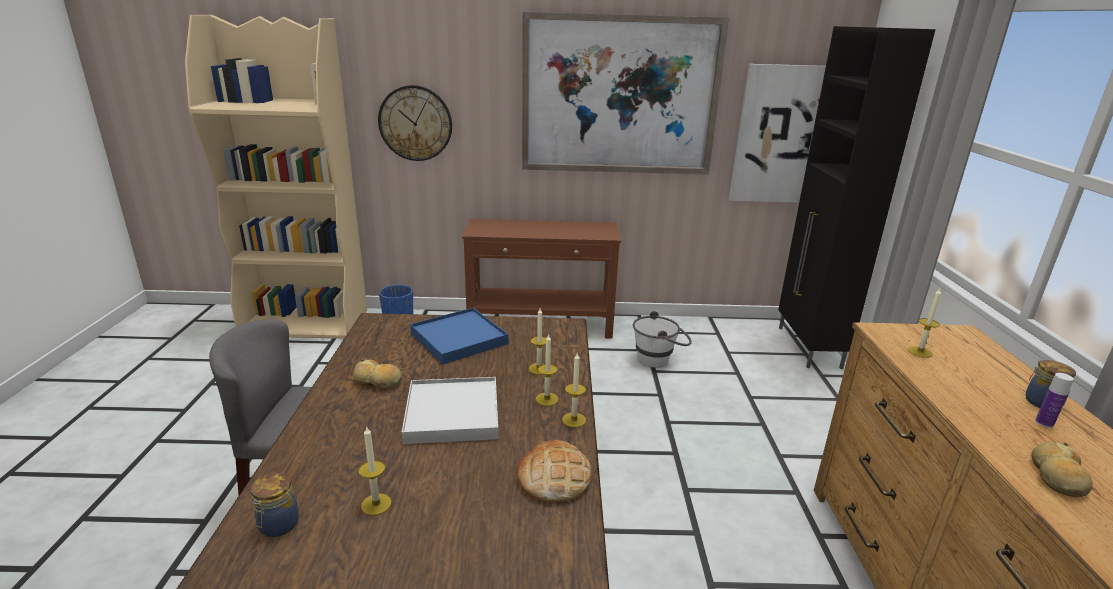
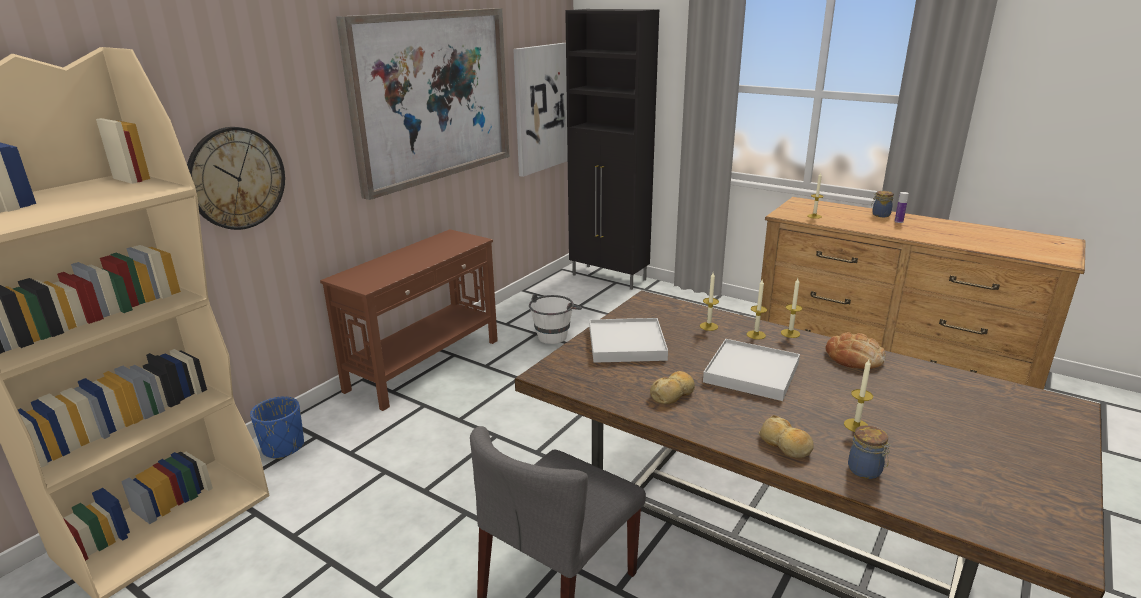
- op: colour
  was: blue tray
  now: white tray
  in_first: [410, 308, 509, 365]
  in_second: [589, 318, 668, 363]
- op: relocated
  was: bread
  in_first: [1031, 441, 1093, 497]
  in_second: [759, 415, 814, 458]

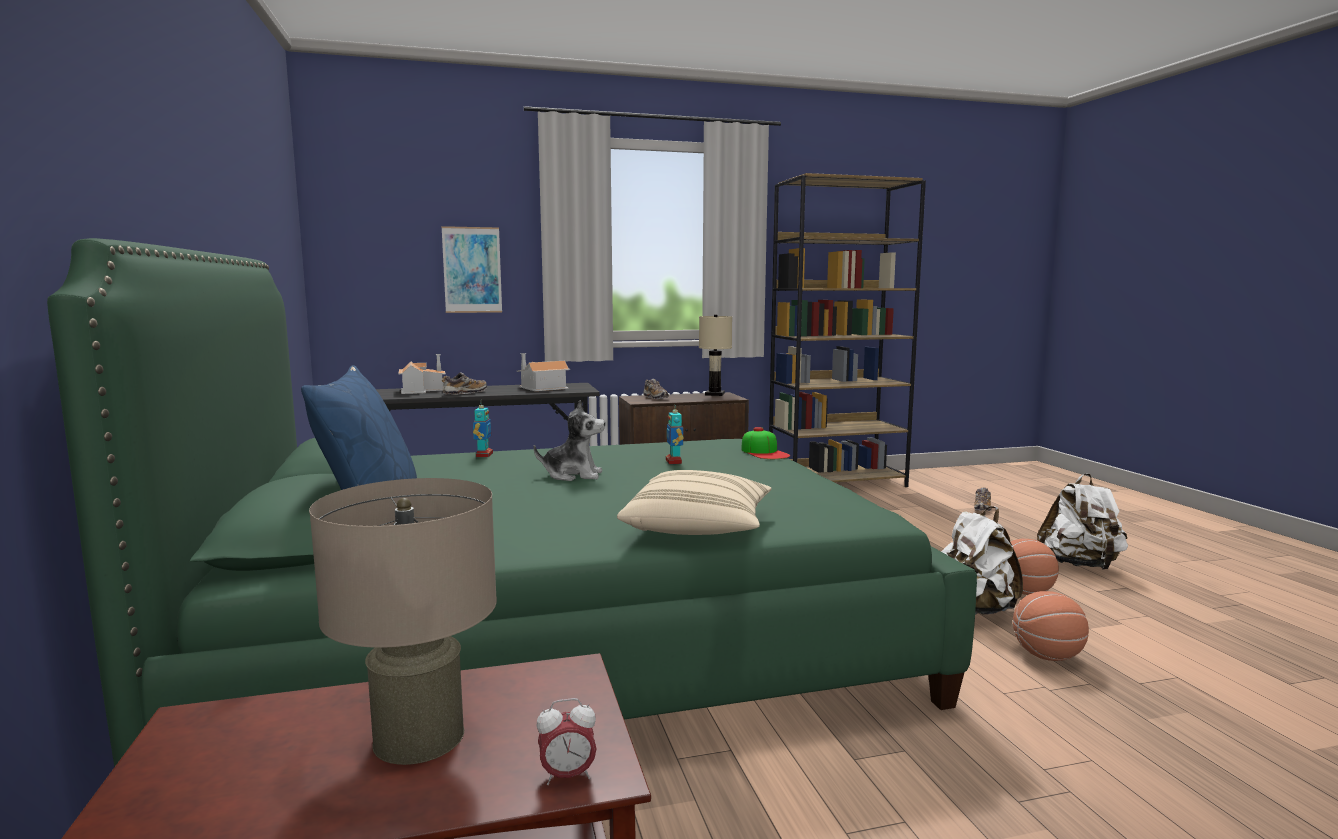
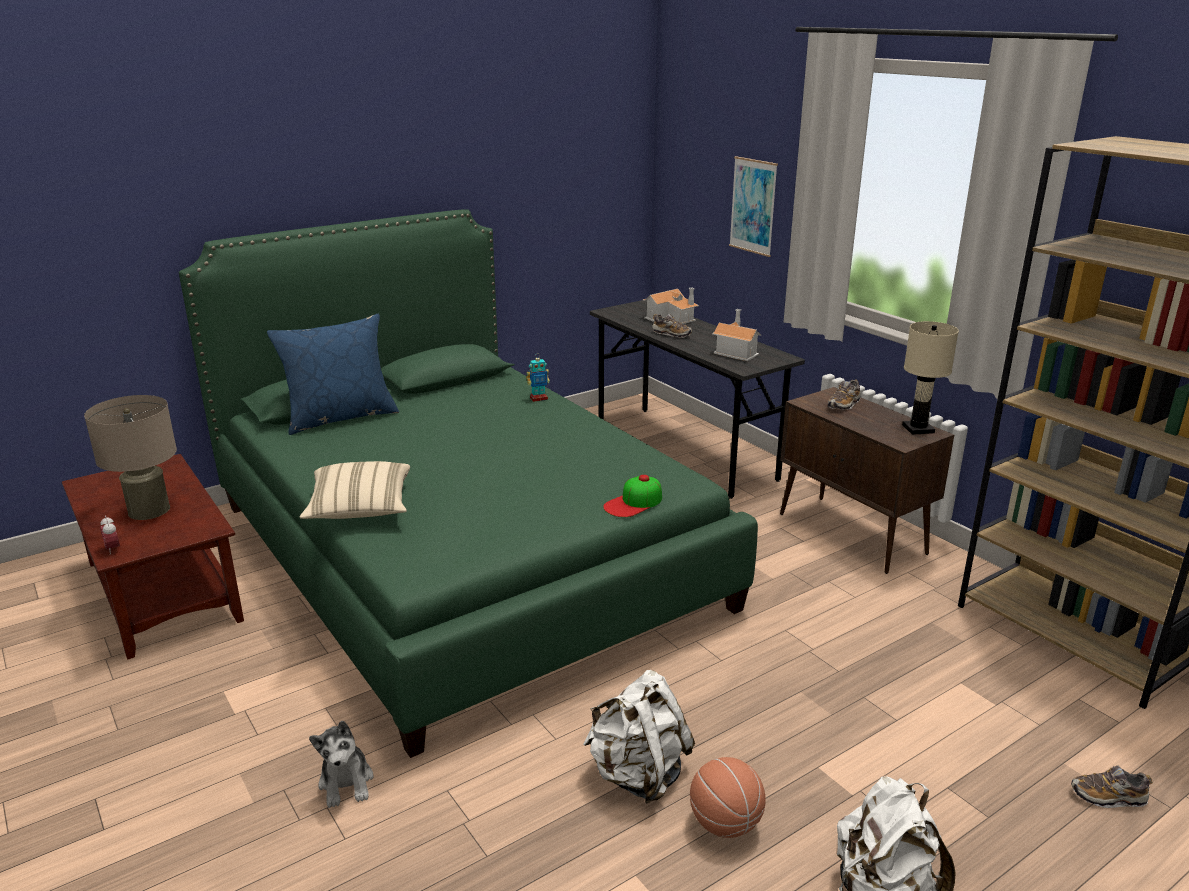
- op: relocated
  was: plush toy
  in_first: [534, 400, 605, 481]
  in_second: [309, 721, 374, 808]
- op: missing
  was: toy robot
  in_first: [666, 405, 684, 464]
- op: missing
  was: basketball
  in_first: [1013, 591, 1089, 661]

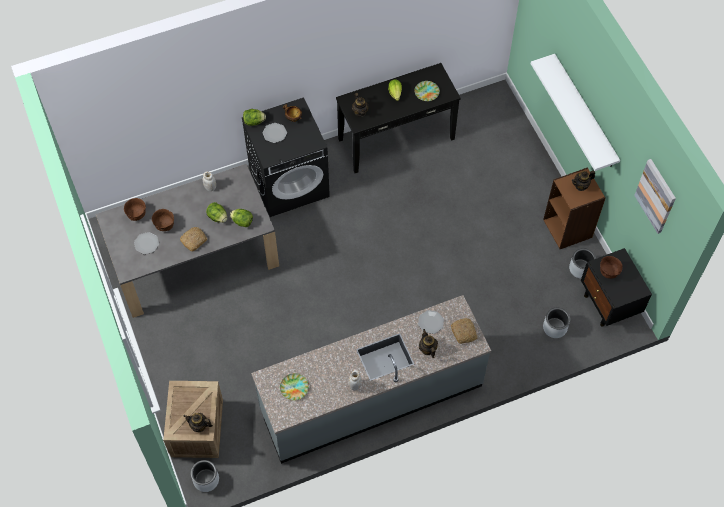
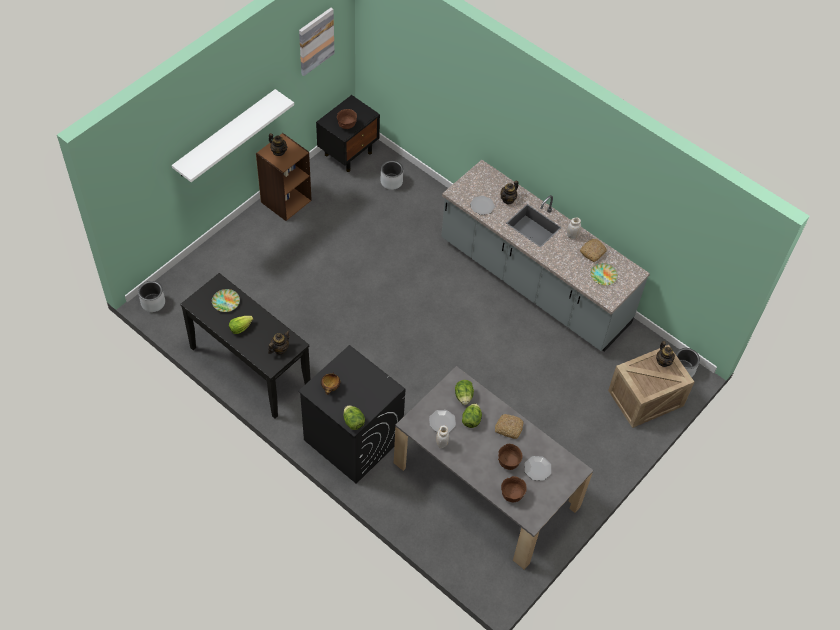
- op: relocated
  was: plate
  in_first: [263, 123, 287, 143]
  in_second: [429, 410, 456, 432]
- op: relocated
  was: grey planter
  in_first: [569, 248, 596, 279]
  in_second: [138, 281, 165, 312]
- op: relocated
  was: bread
  in_first: [451, 318, 478, 344]
  in_second: [580, 239, 607, 262]

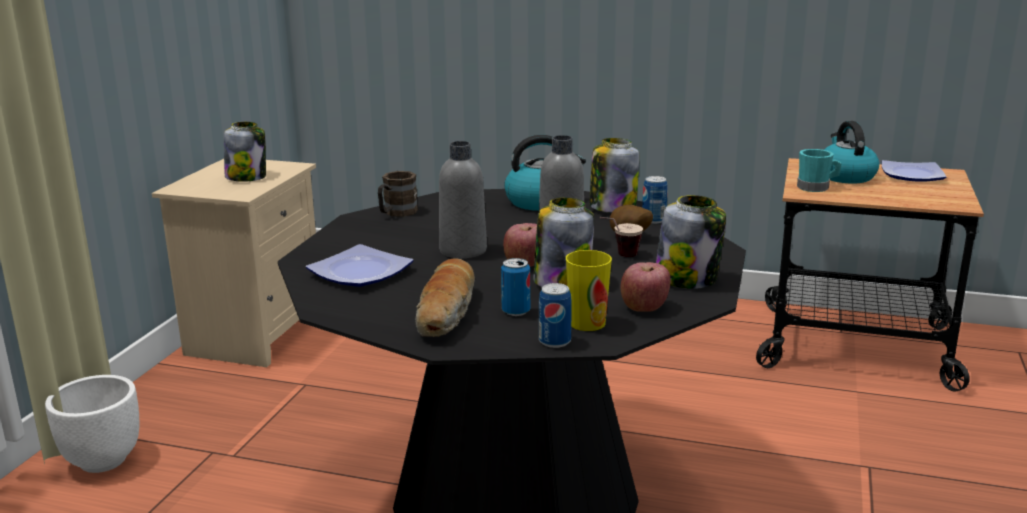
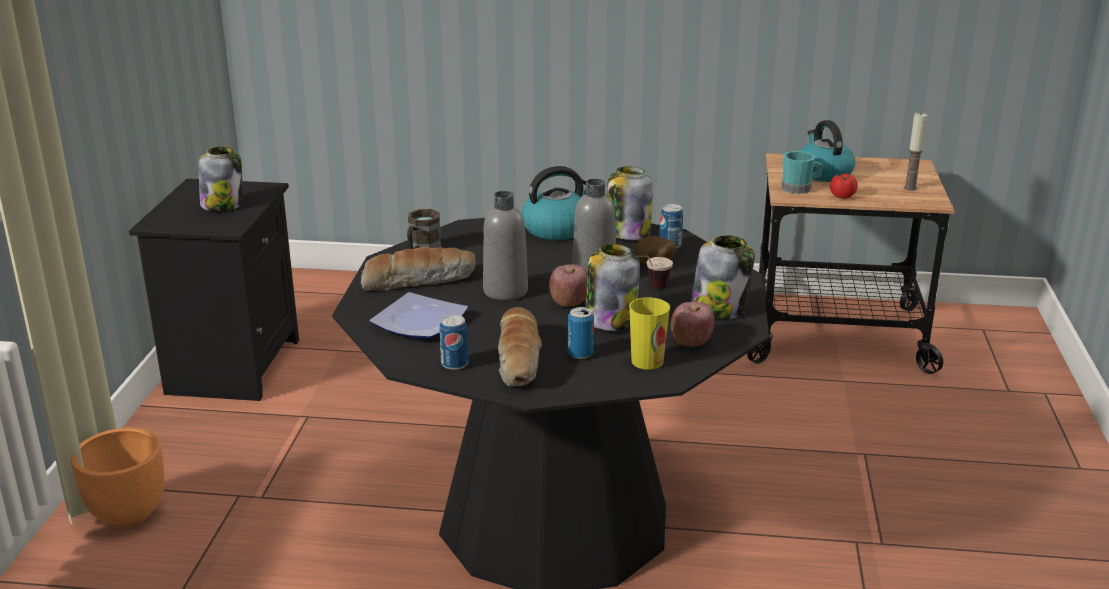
- op: colour
  was: beige nightstand
  now: black nightstand
  in_first: [152, 159, 316, 367]
  in_second: [129, 179, 299, 401]
- op: missing
  was: plate
  in_first: [882, 160, 946, 182]
- op: relocated
  was: can
  in_first: [539, 283, 572, 348]
  in_second: [440, 315, 469, 370]
- op: colour
  was: white planter
  now: orange planter
  in_first: [45, 375, 140, 473]
  in_second: [71, 428, 165, 528]
- op: appeared
  now: candle
  in_second: [904, 112, 927, 191]
- op: appeared
  now: tomato
  in_second: [830, 173, 858, 199]
- op: appeared
  now: bread
  in_second: [361, 247, 476, 291]

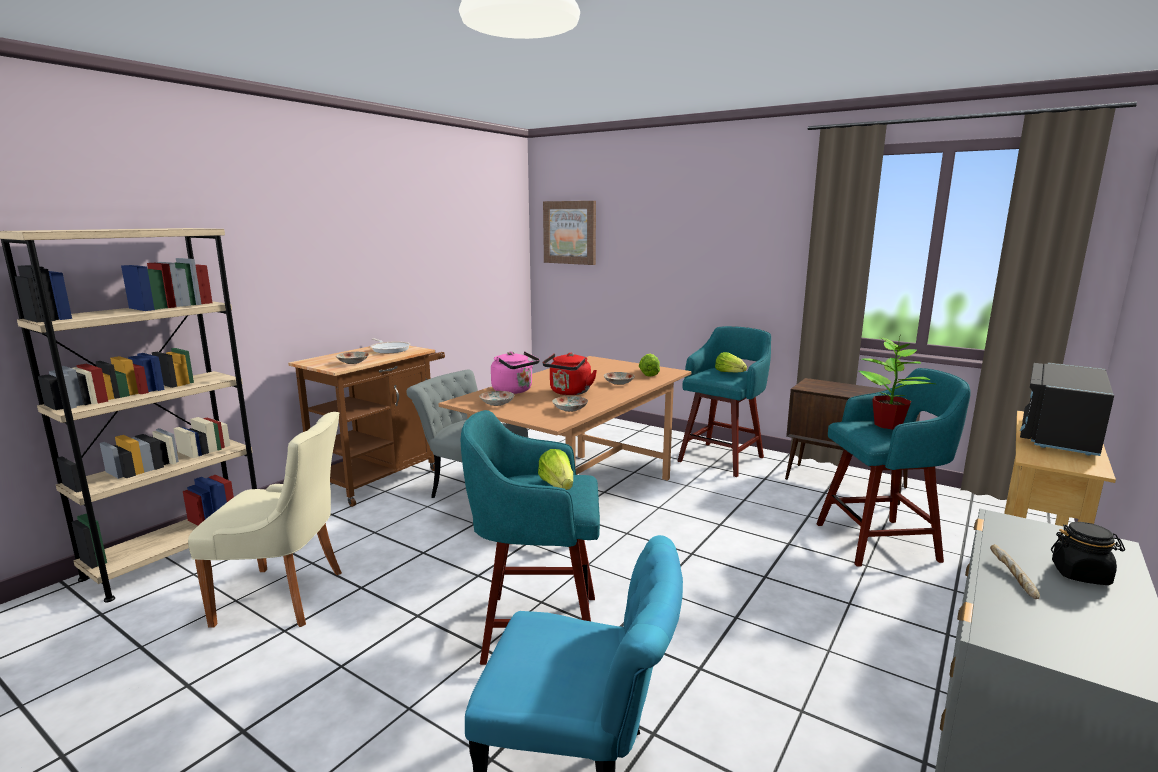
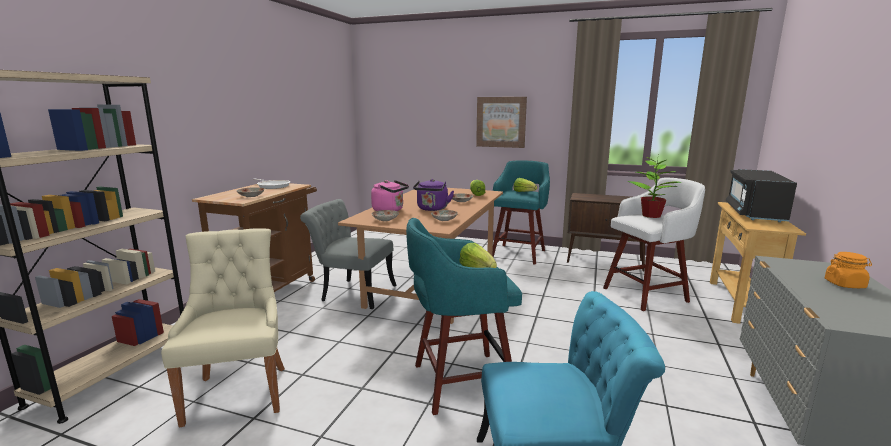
- op: relocated
  was: picture
  in_first: [543, 201, 596, 265]
  in_second: [476, 97, 527, 148]
- op: colour
  was: red kettle
  now: purple kettle
  in_first: [543, 353, 597, 395]
  in_second: [413, 179, 454, 211]
- op: colour
  was: turquoise stool
  now: white stool
  in_first: [816, 368, 971, 567]
  in_second: [603, 178, 705, 311]
- op: spun
  was: beige chair
  in_first: [188, 412, 342, 628]
  in_second: [161, 228, 285, 427]
  clockwise: -90
- op: colour
  was: black jar
  now: orange jar
  in_first: [1051, 522, 1125, 585]
  in_second: [825, 252, 872, 288]
- op: missing
  was: bread
  in_first: [990, 544, 1040, 599]

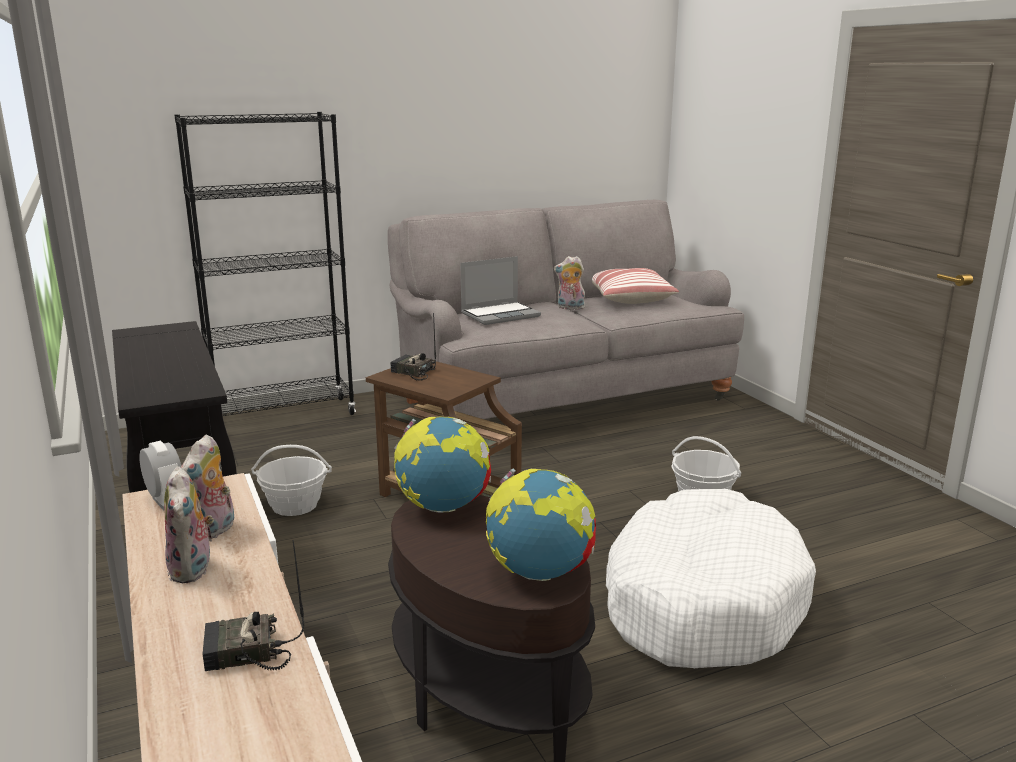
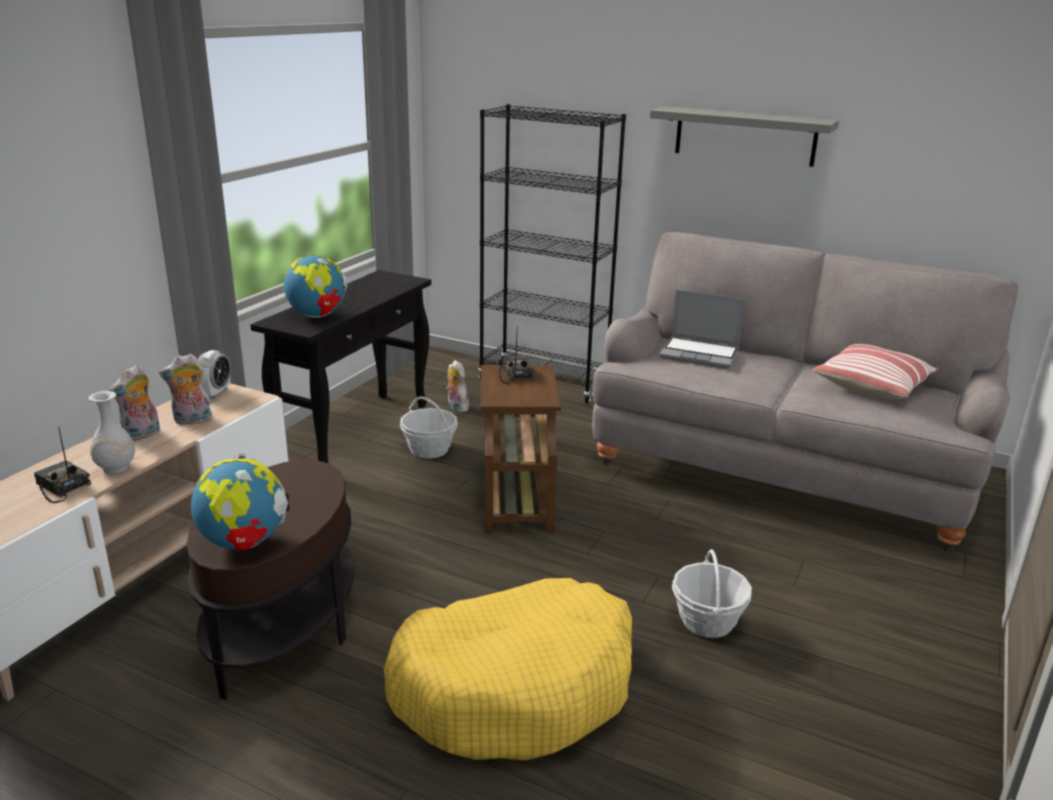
- op: relocated
  was: plush toy
  in_first: [554, 256, 586, 311]
  in_second: [446, 360, 469, 412]
- op: relocated
  was: globe
  in_first: [394, 416, 491, 513]
  in_second: [284, 254, 348, 318]
- op: colour
  was: white dog bed
  now: yellow dog bed
  in_first: [606, 489, 816, 668]
  in_second: [384, 578, 632, 760]
- op: appeared
  now: grey shelf
  in_second: [650, 106, 839, 167]
- op: appeared
  now: white vase
  in_second: [88, 391, 135, 474]

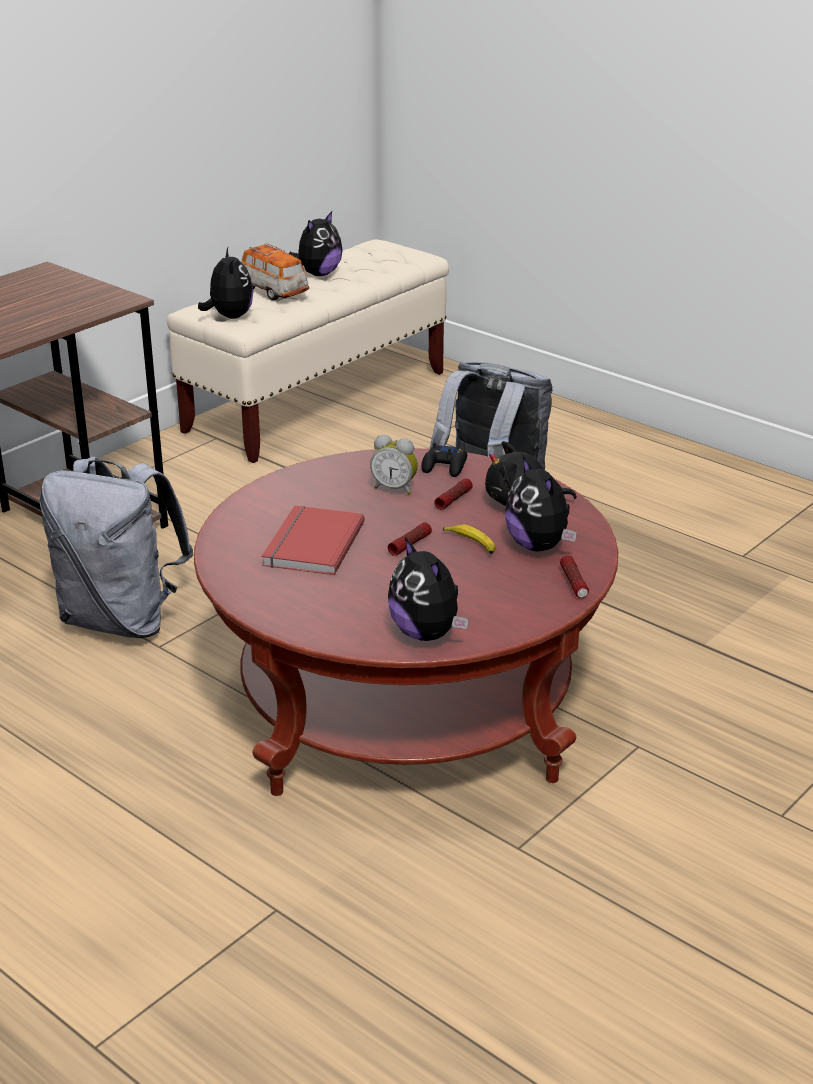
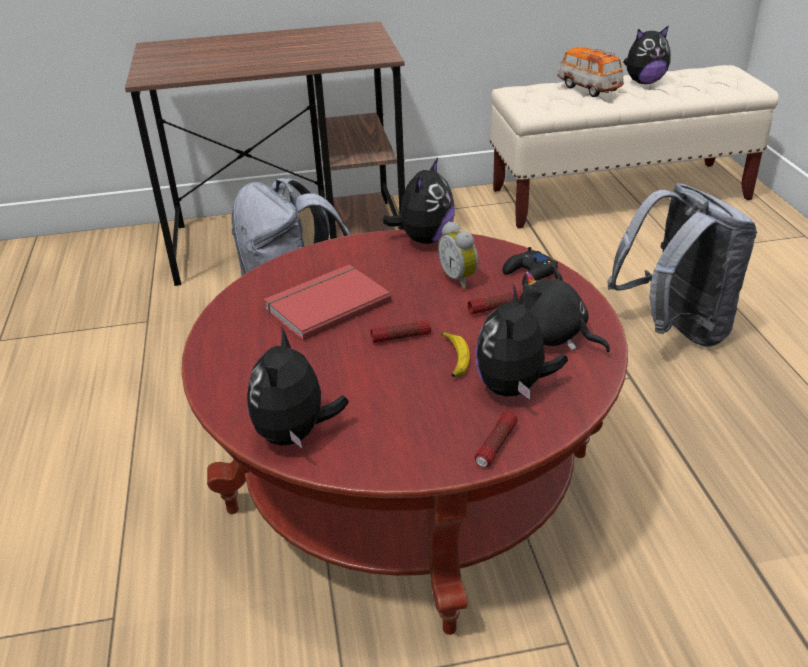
- op: spun
  was: toy car
  in_first: [241, 243, 309, 301]
  in_second: [558, 47, 624, 97]
  clockwise: 150
- op: relocated
  was: plush toy
  in_first: [198, 248, 253, 318]
  in_second: [382, 158, 455, 244]

